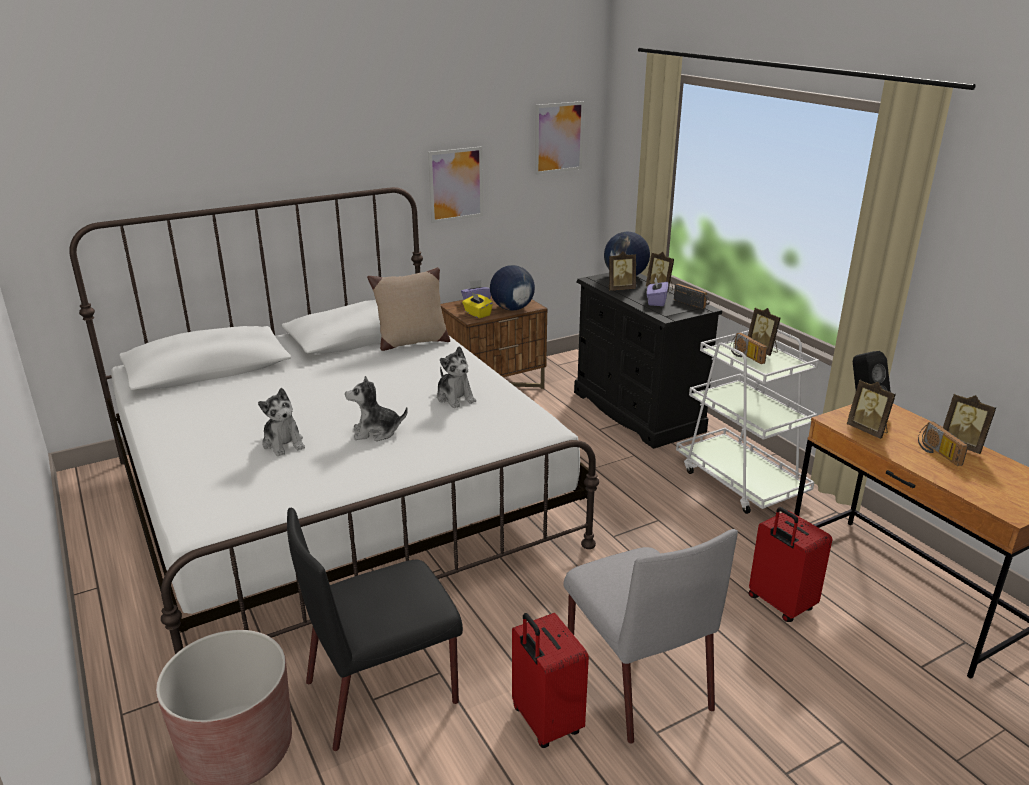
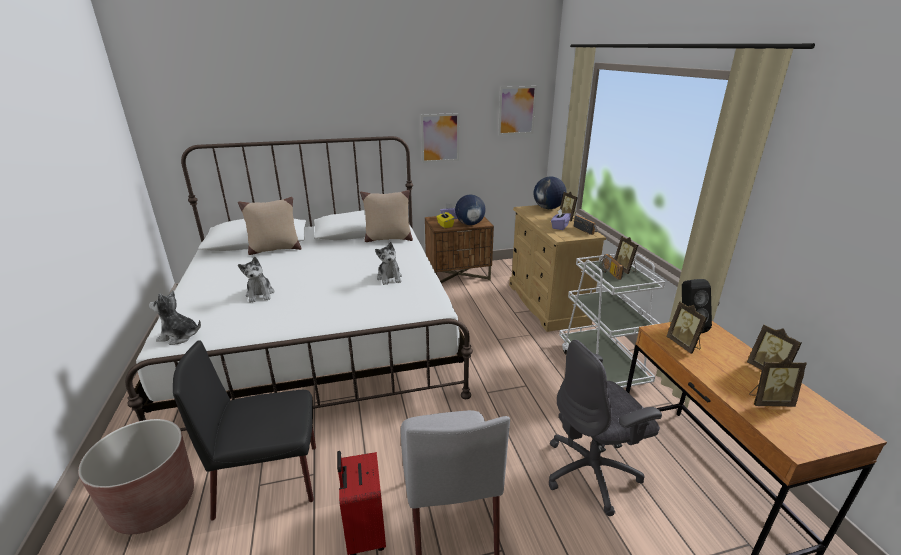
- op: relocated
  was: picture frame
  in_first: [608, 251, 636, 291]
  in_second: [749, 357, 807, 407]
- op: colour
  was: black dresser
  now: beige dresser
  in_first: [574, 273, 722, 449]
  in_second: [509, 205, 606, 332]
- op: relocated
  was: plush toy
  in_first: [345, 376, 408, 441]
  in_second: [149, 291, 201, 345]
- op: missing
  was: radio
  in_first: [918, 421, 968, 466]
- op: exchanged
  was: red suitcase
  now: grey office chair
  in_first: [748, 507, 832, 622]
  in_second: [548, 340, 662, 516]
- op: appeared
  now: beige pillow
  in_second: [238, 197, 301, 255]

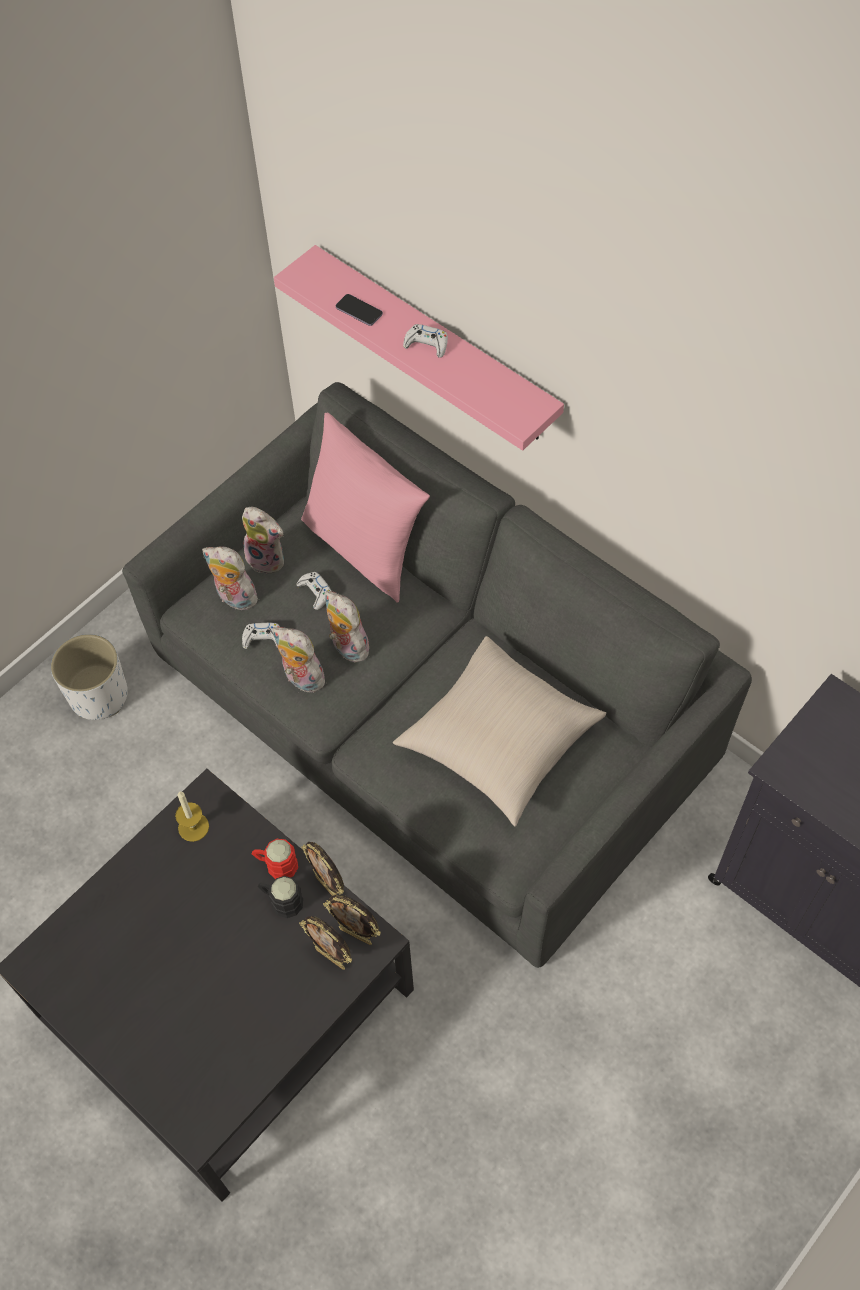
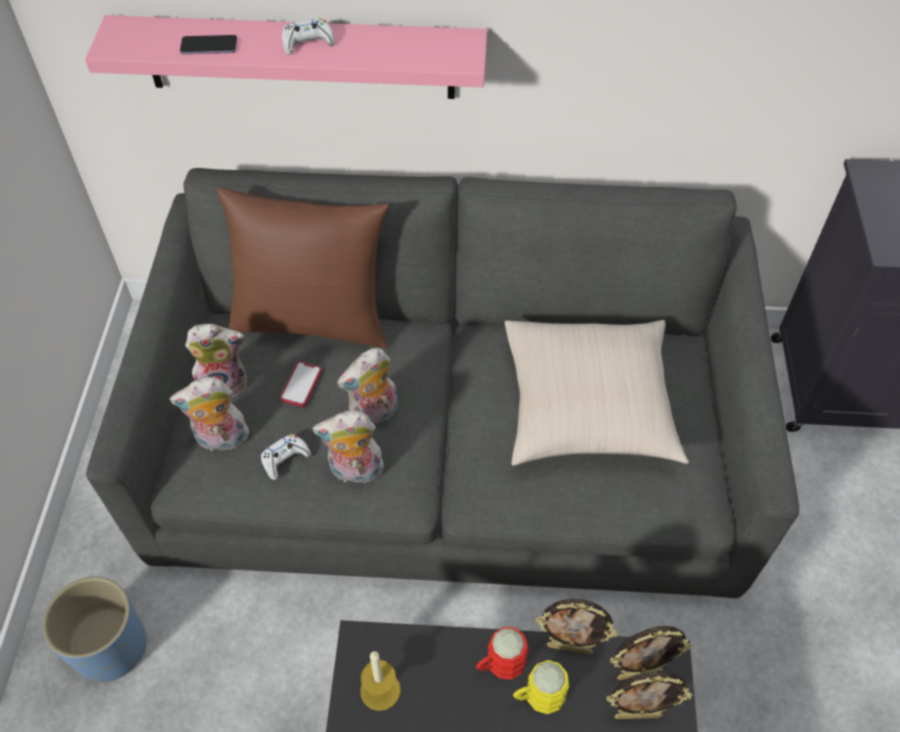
- op: colour
  was: pink pillow
  now: brown pillow
  in_first: [301, 412, 430, 603]
  in_second: [216, 187, 389, 349]
- op: exchanged
  was: white game controller
  now: phone
  in_first: [297, 572, 332, 610]
  in_second: [280, 362, 322, 407]
- op: spun
  was: plush toy
  in_first: [325, 591, 369, 662]
  in_second: [337, 348, 398, 425]
  clockwise: -45
- op: colour
  was: white planter
  now: blue planter
  in_first: [51, 634, 128, 720]
  in_second: [42, 576, 146, 683]
- op: colour
  was: black mug
  now: yellow mug
  in_first: [257, 876, 303, 918]
  in_second: [513, 660, 569, 714]

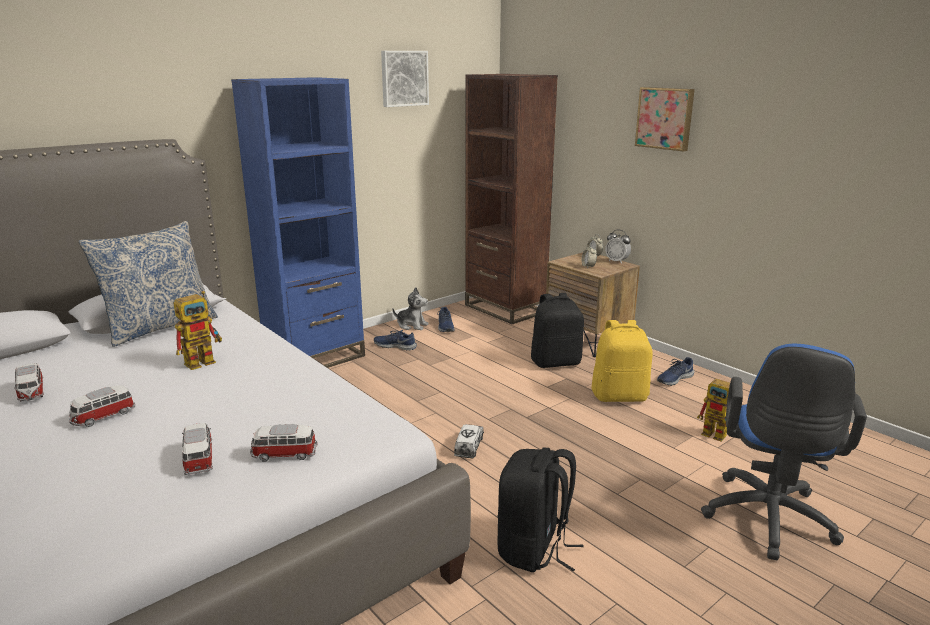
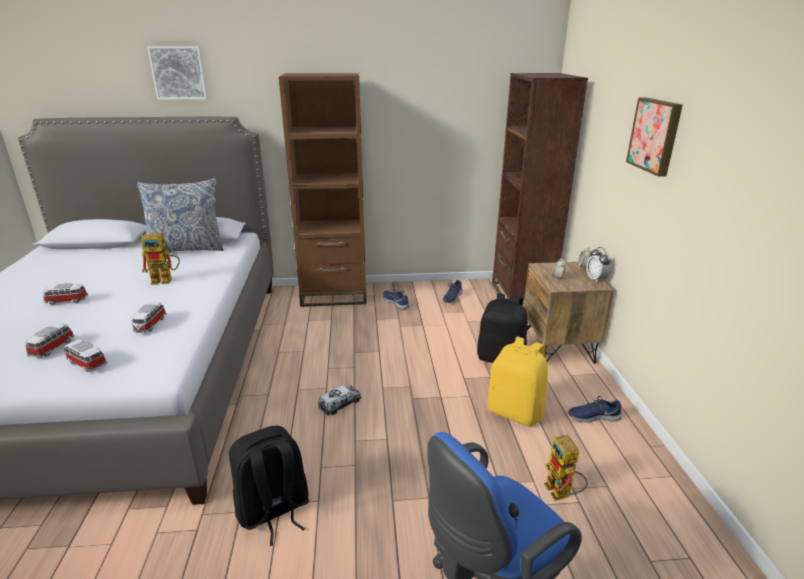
- op: relocated
  was: picture
  in_first: [381, 51, 429, 107]
  in_second: [147, 46, 208, 100]
- op: colour
  was: blue bookcase
  now: brown bookcase
  in_first: [231, 77, 365, 368]
  in_second: [279, 73, 367, 307]
- op: missing
  was: plush toy
  in_first: [392, 287, 429, 330]
- op: relocated
  was: toy car
  in_first: [14, 363, 44, 402]
  in_second: [131, 302, 166, 333]

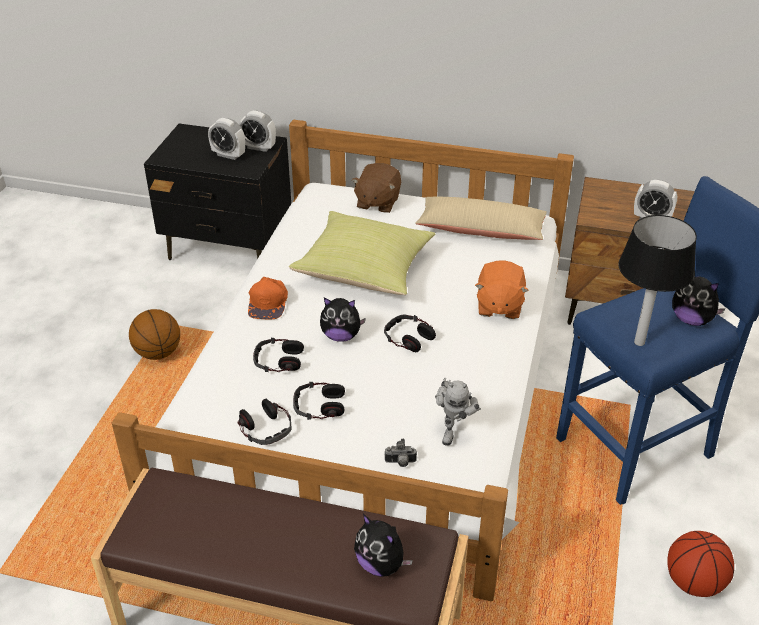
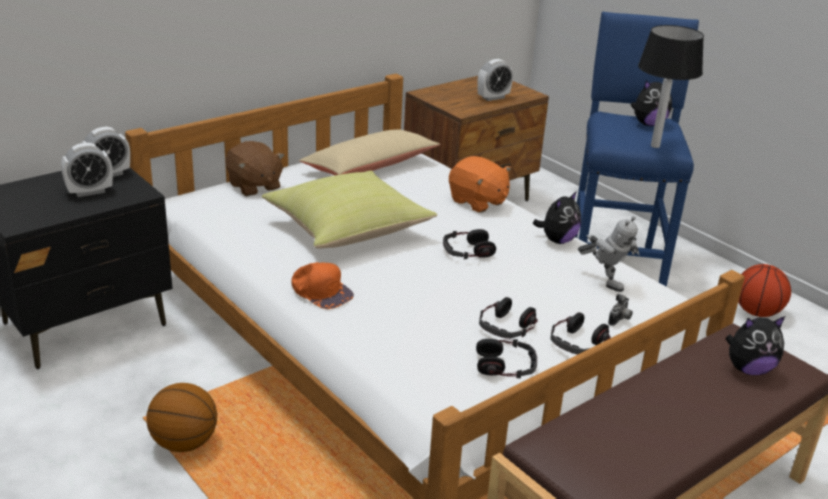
- op: relocated
  was: plush toy
  in_first: [320, 298, 366, 342]
  in_second: [533, 191, 581, 244]
- op: relocated
  was: headphones
  in_first: [253, 338, 304, 372]
  in_second: [550, 312, 611, 354]

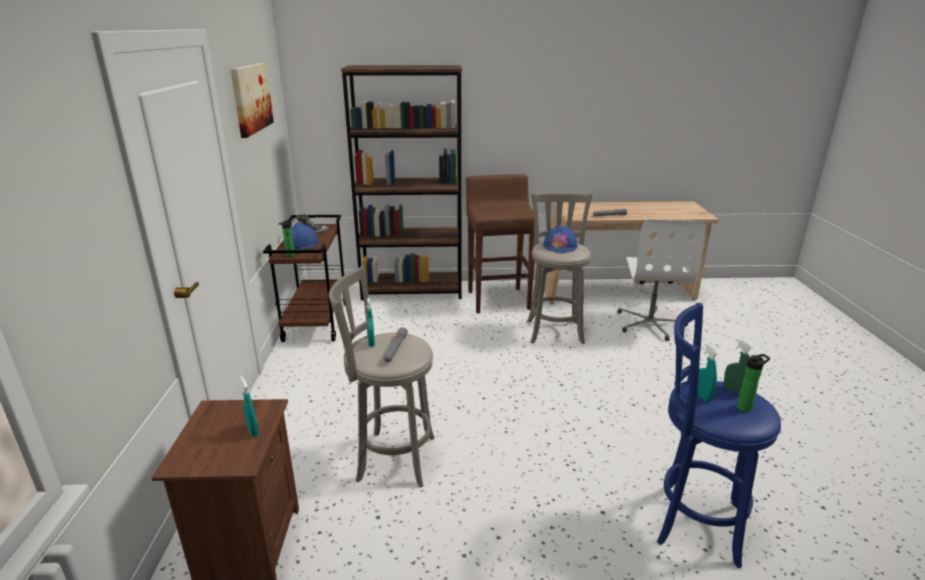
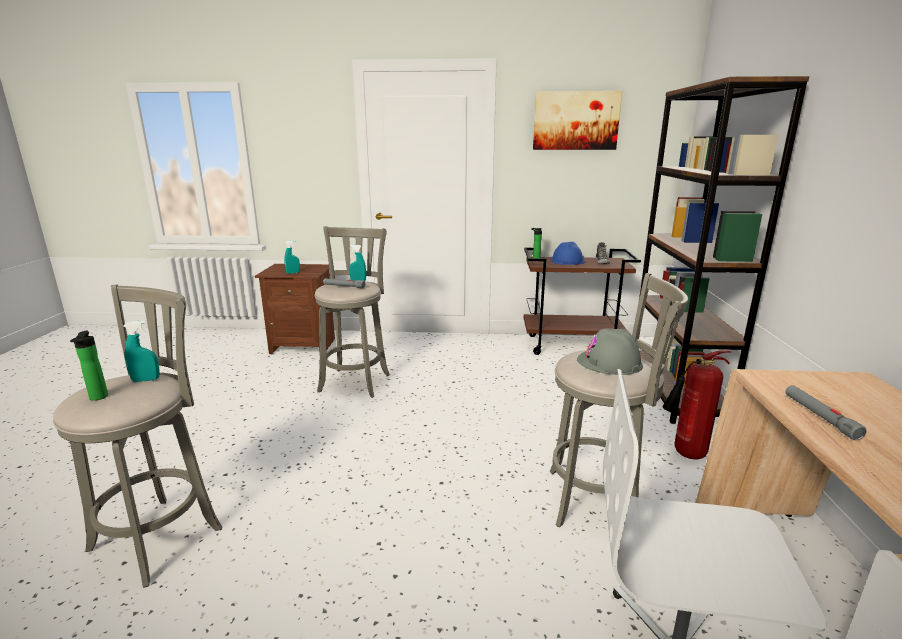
- op: exchanged
  was: brown stool
  now: fire extinguisher
  in_first: [466, 174, 539, 313]
  in_second: [662, 350, 731, 460]
- op: colour
  was: blue hard hat
  now: grey hard hat
  in_first: [543, 225, 578, 253]
  in_second: [577, 328, 643, 375]
- op: colour
  was: blue stool
  now: grey stool
  in_first: [657, 303, 781, 569]
  in_second: [53, 285, 222, 588]
- op: missing
  was: green spray bottle
  in_first: [724, 339, 753, 394]

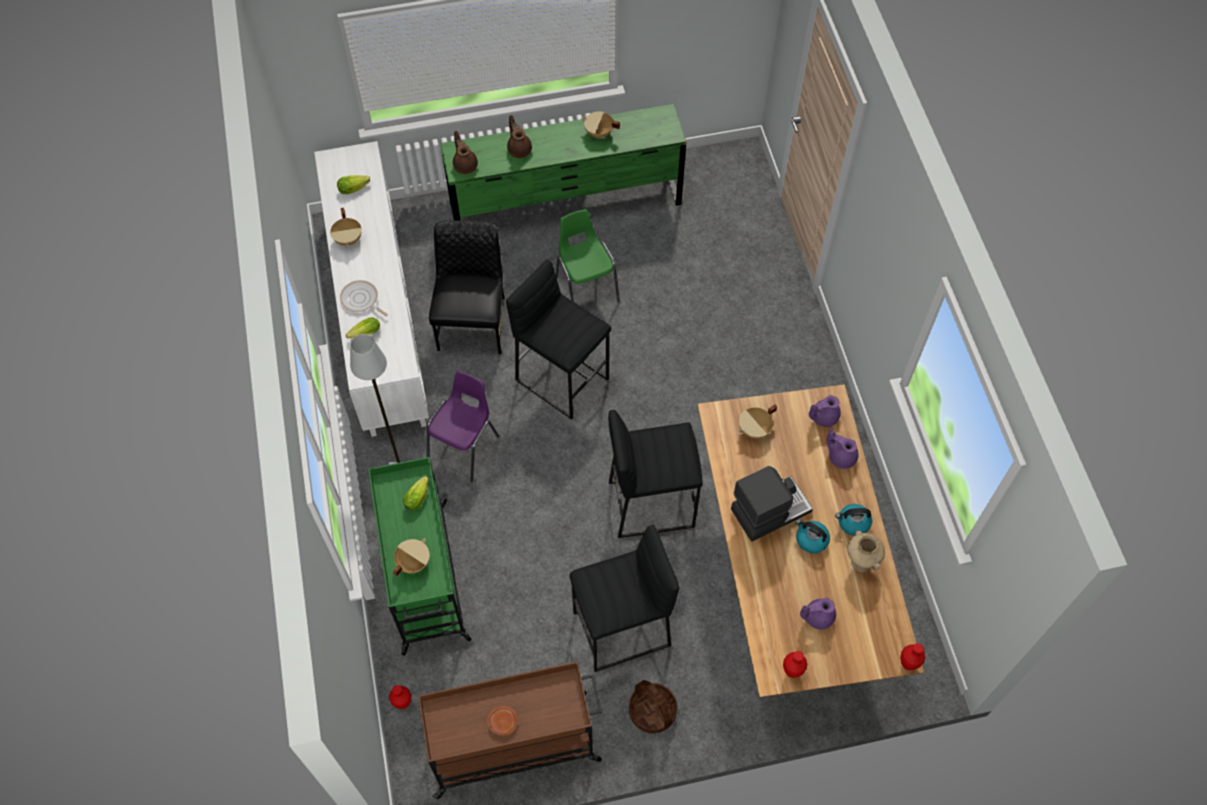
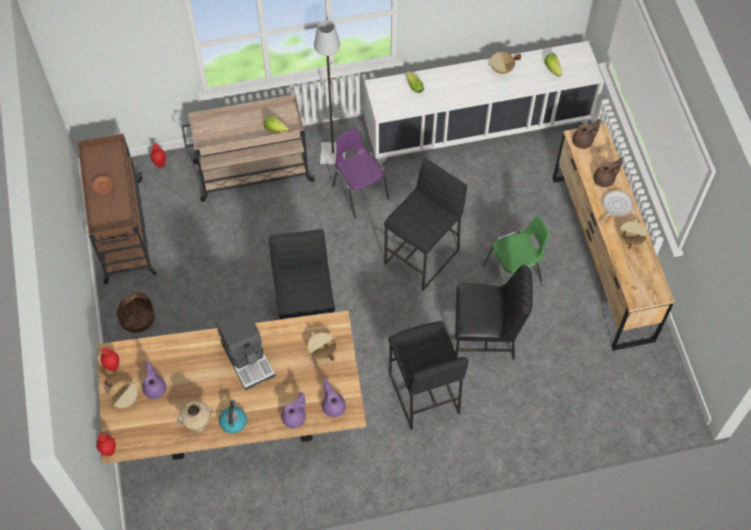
- op: colour
  was: green dresser
  now: brown dresser
  in_first: [440, 104, 687, 221]
  in_second: [553, 123, 675, 351]
- op: relocated
  was: black chair
  in_first: [429, 220, 504, 354]
  in_second: [455, 264, 533, 359]
- op: relocated
  was: frying pan
  in_first: [340, 280, 388, 316]
  in_second: [600, 190, 634, 225]
- op: spun
  was: purple chair
  in_first: [427, 371, 499, 482]
  in_second: [333, 128, 389, 218]
  clockwise: -150
- op: colour
  was: green cart
  now: beige cart
  in_first: [368, 457, 471, 656]
  in_second: [181, 94, 315, 202]
- op: missing
  was: kettle
  in_first: [796, 519, 830, 553]
- op: relocated
  was: black stool
  in_first: [570, 525, 680, 672]
  in_second: [388, 321, 469, 430]
- op: relocated
  was: beige cooking pot
  in_first: [393, 538, 430, 576]
  in_second: [105, 380, 138, 409]

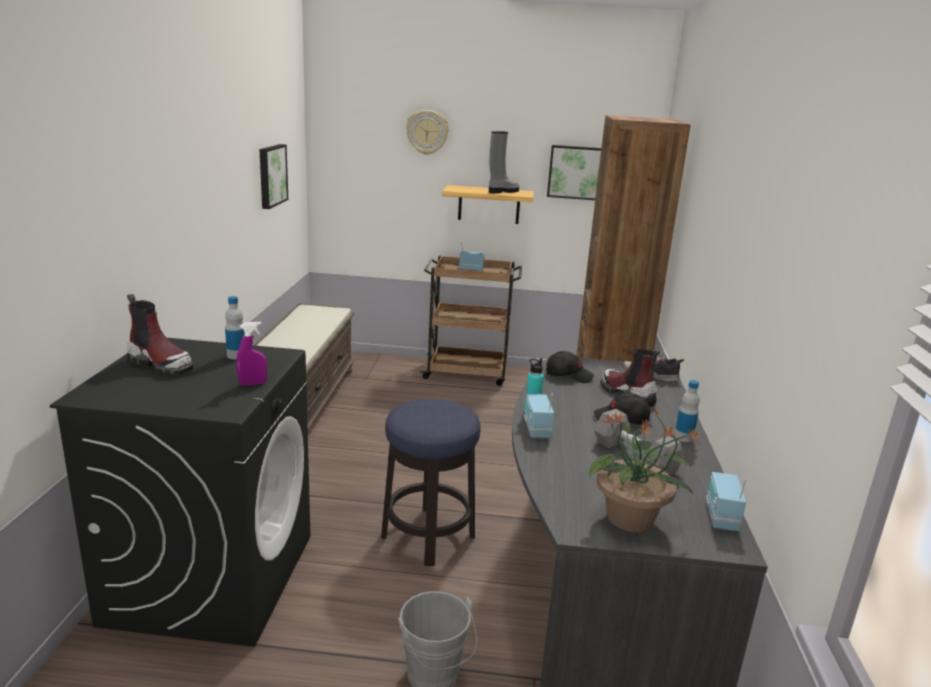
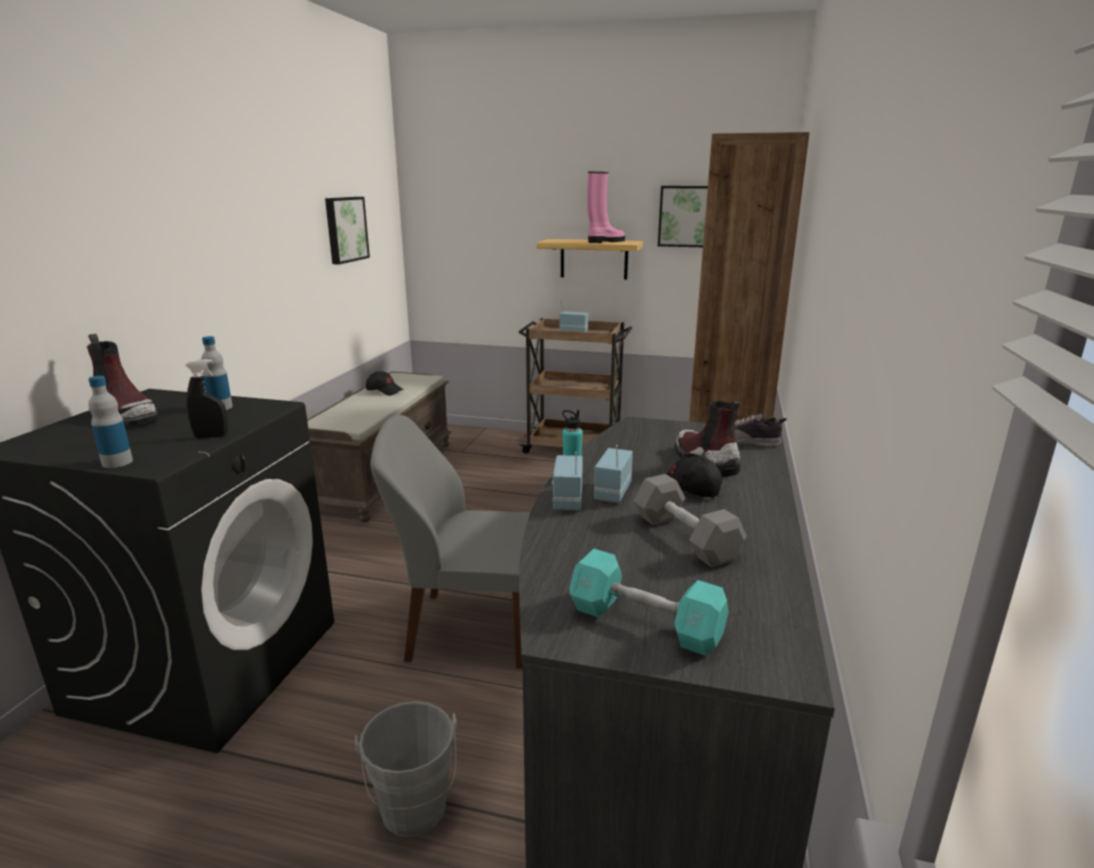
- op: missing
  was: wall clock
  in_first: [406, 110, 449, 155]
- op: colour
  was: grey boot
  now: pink boot
  in_first: [489, 131, 519, 194]
  in_second: [587, 171, 625, 243]
- op: colour
  was: purple spray bottle
  now: black spray bottle
  in_first: [237, 322, 267, 386]
  in_second: [185, 359, 228, 438]
- op: relocated
  was: black cap
  in_first: [546, 351, 594, 383]
  in_second: [366, 371, 403, 396]
- op: relocated
  was: bottle
  in_first: [674, 380, 700, 442]
  in_second: [88, 376, 133, 468]
- op: exchanged
  was: stool
  now: grey chair
  in_first: [381, 399, 481, 566]
  in_second: [370, 414, 530, 668]
- op: exchanged
  was: potted plant
  now: turquoise dumbbell
  in_first: [589, 408, 701, 532]
  in_second: [570, 549, 729, 656]
- op: relocated
  was: radio
  in_first: [706, 472, 747, 531]
  in_second: [594, 445, 633, 503]

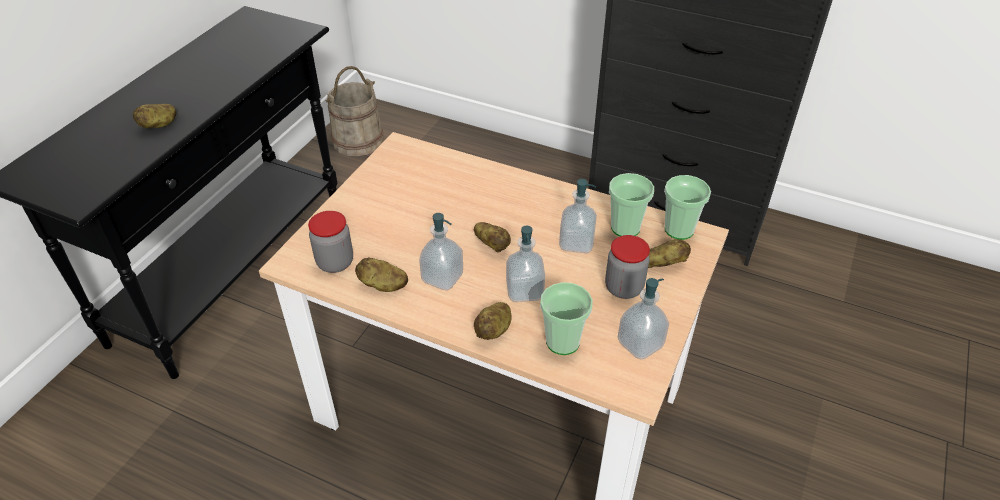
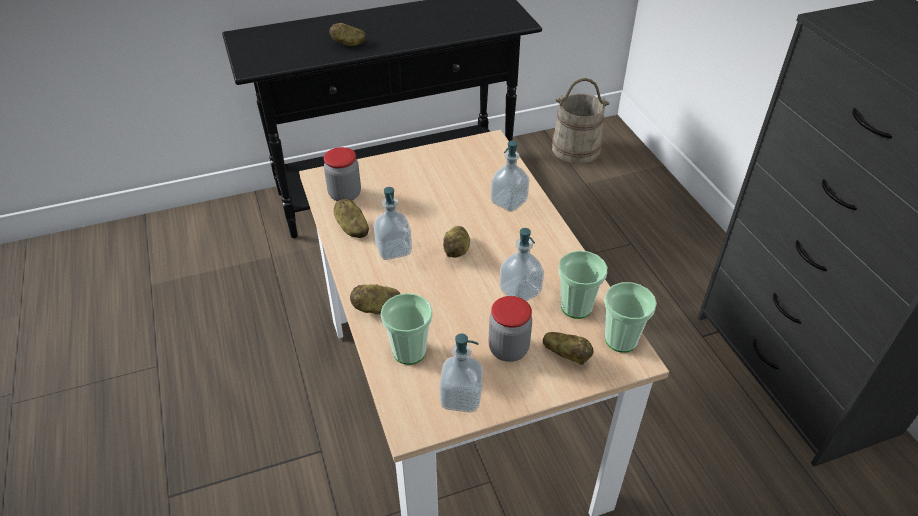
- op: relocated
  was: soap dispenser
  in_first: [506, 226, 545, 302]
  in_second: [491, 140, 529, 212]

